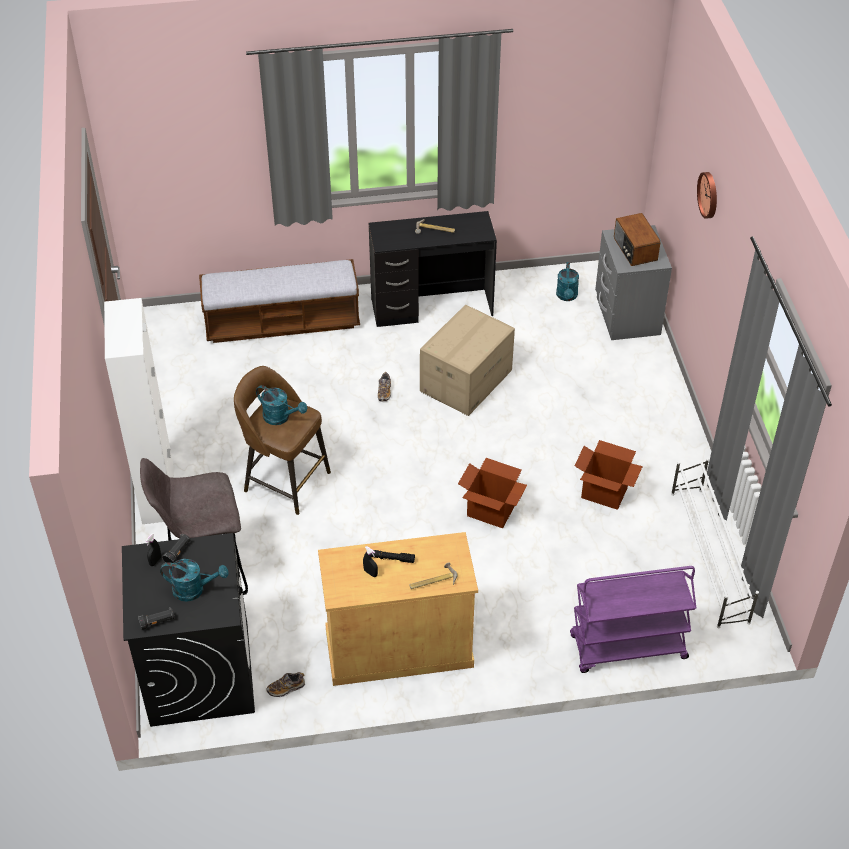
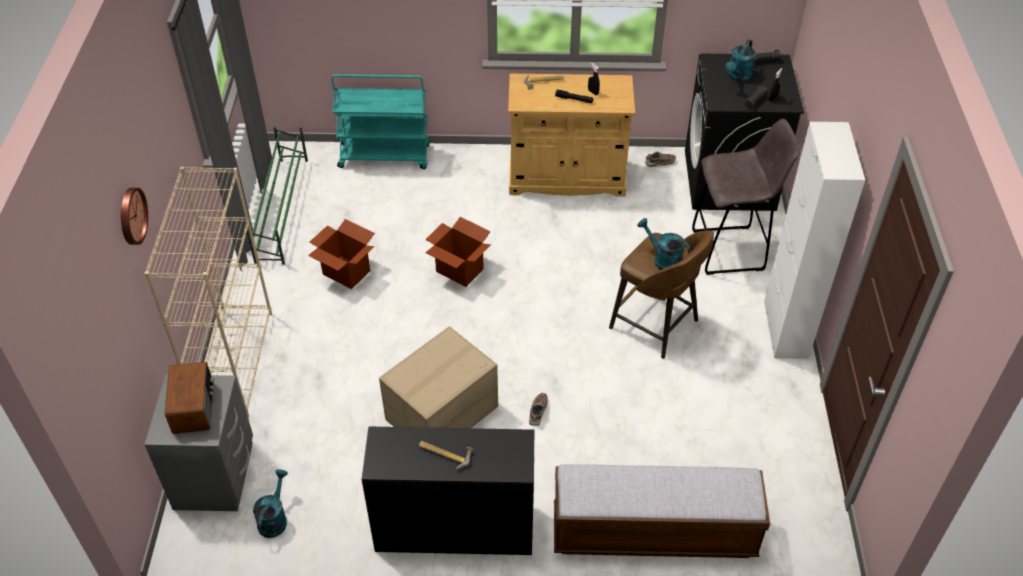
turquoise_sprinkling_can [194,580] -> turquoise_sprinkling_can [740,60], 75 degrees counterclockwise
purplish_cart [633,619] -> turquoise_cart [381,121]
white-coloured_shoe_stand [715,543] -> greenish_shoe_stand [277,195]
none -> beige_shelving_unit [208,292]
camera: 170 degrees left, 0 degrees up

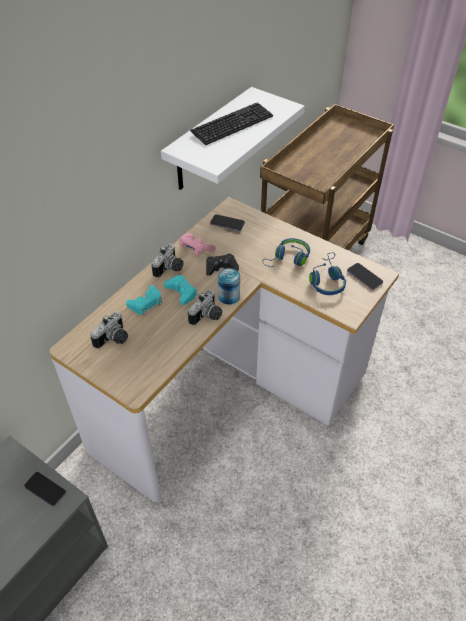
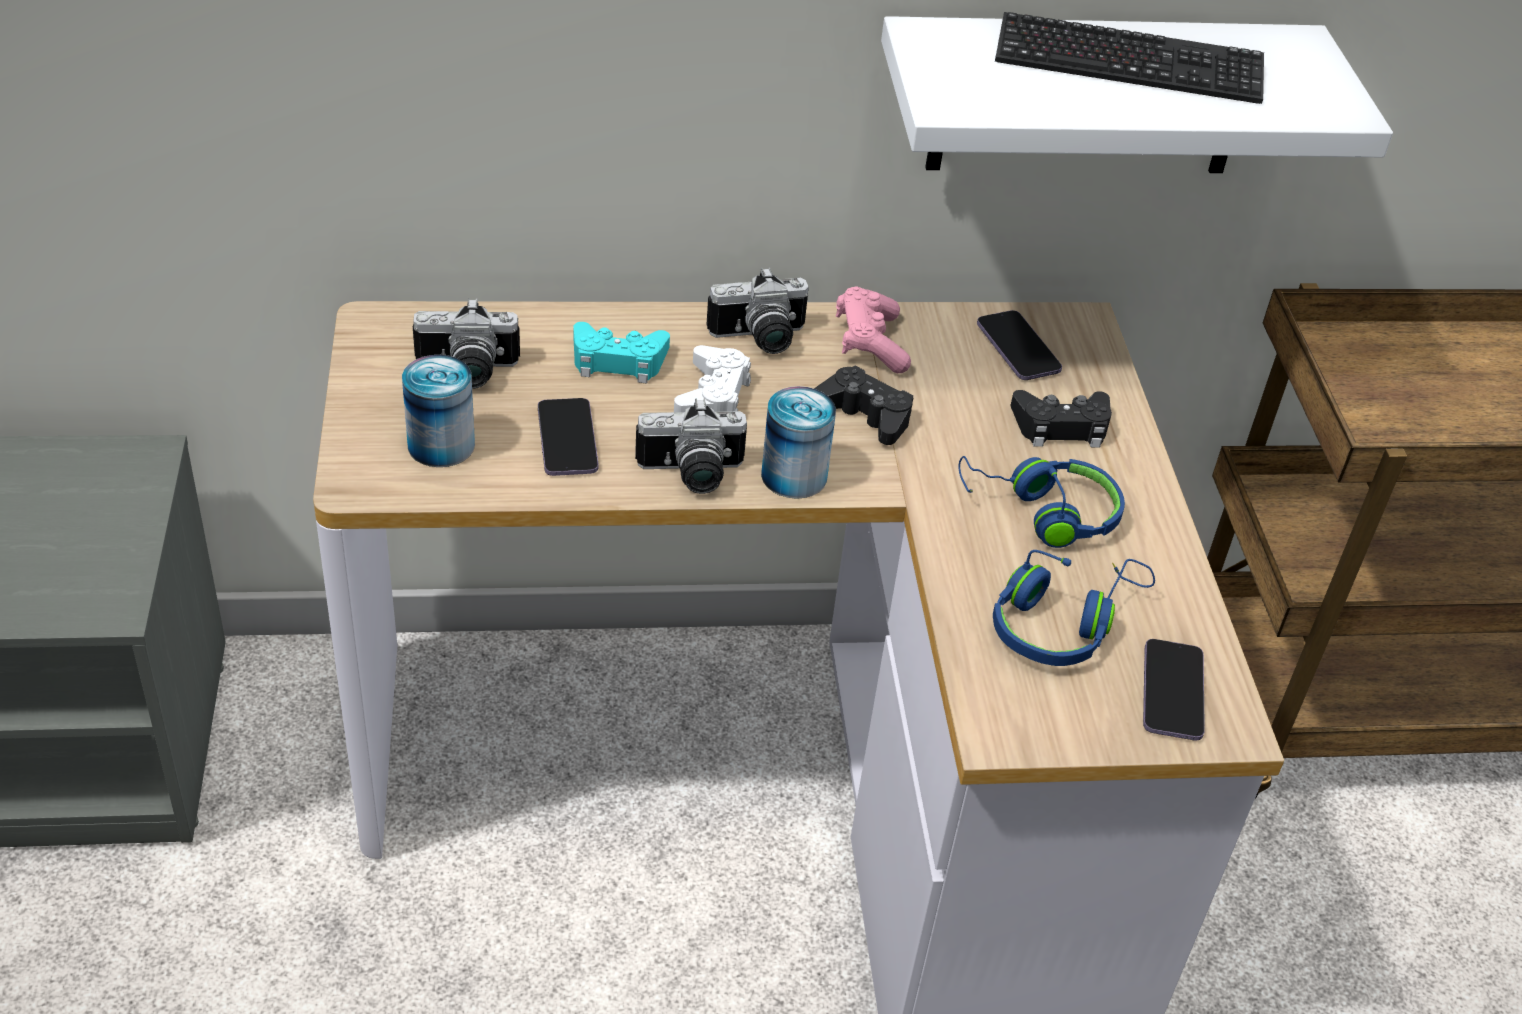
phone [45,489] -> phone [568,437], shifted
turquoise_gamepad [180,290] -> white-coloured_gamepad [712,378]
none -> can [438,411]
none -> blackish_gamepad [1061,419]
camera: 45 degrees right, 5 degrees down

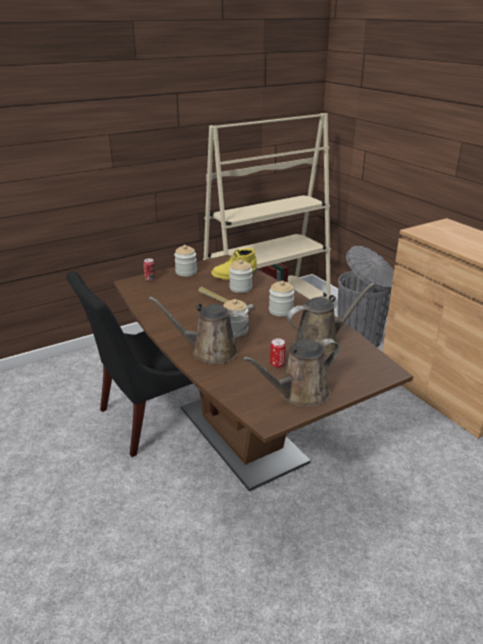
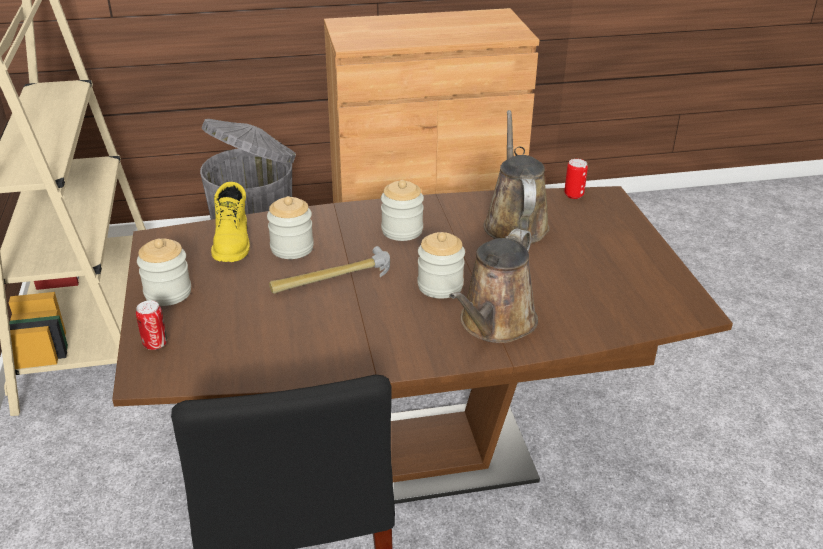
brown-coloured_sprinkling_can [291,372] -> none
can [278,353] -> can [576,179], shifted
camera: 70 degrees left, 5 degrees up

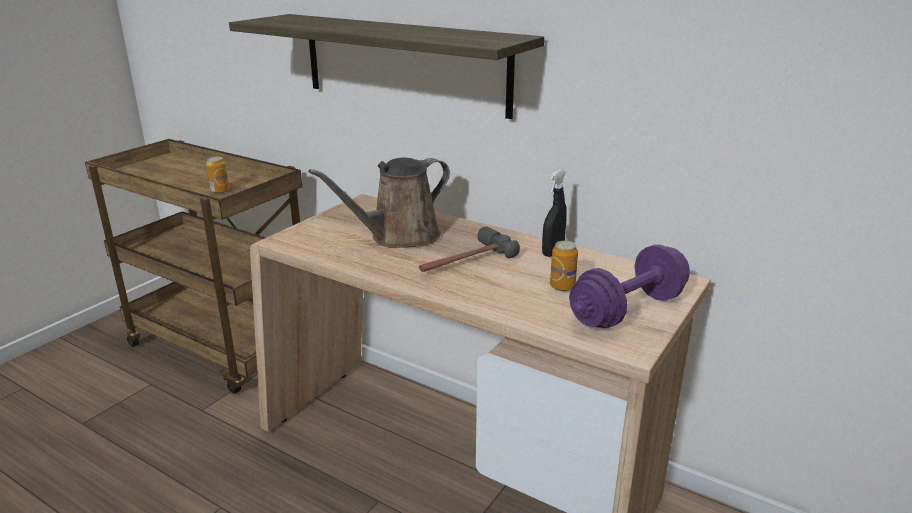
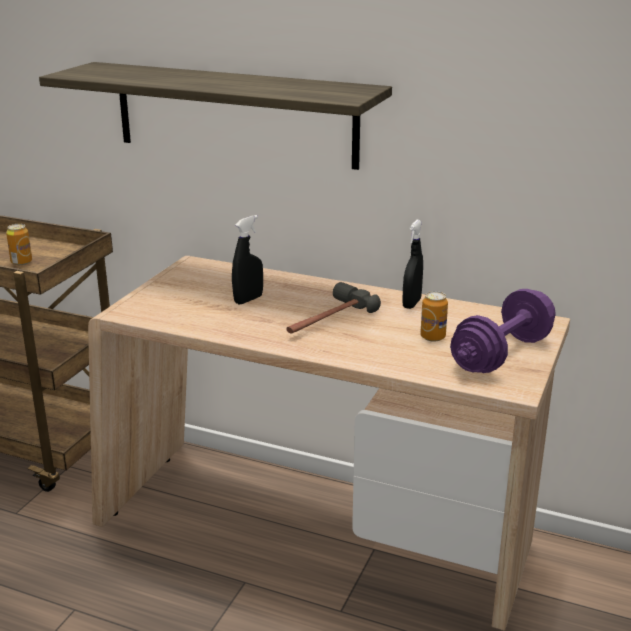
brown-coloured_sprinkling_can [379,203] -> blackish_hand_sprayer [247,259]
camera: 10 degrees left, 0 degrees up

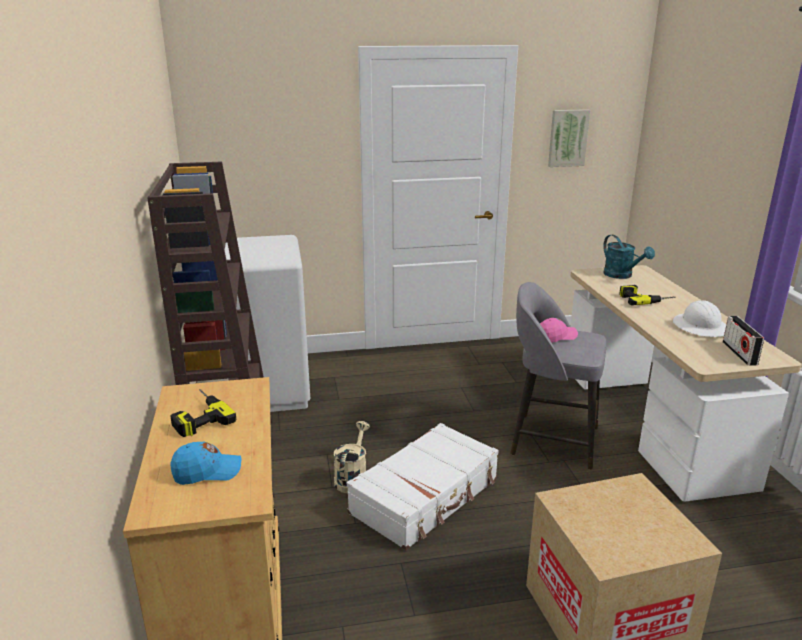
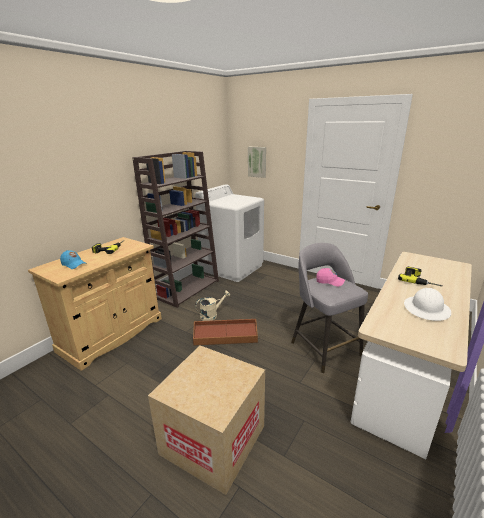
white-coloured_piece_of_luggage [423,486] -> brown-coloured_storage_bin [225,332]
wall_art [569,138] -> wall_art [257,162], shifted
turquoise_sprinkling_can [629,257] -> none
radio_receiver [743,341] -> none
camera: 45 degrees right, 0 degrees up

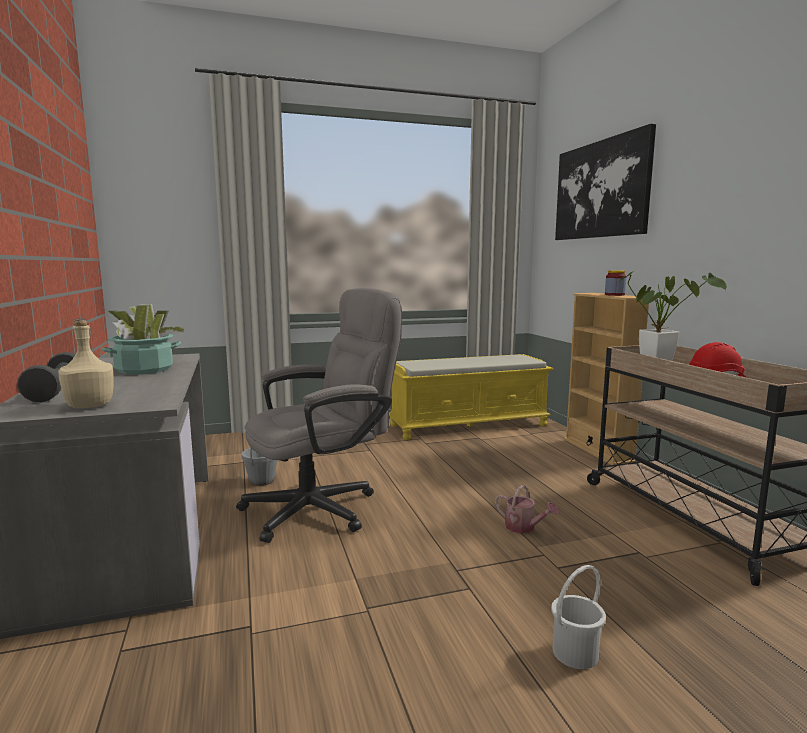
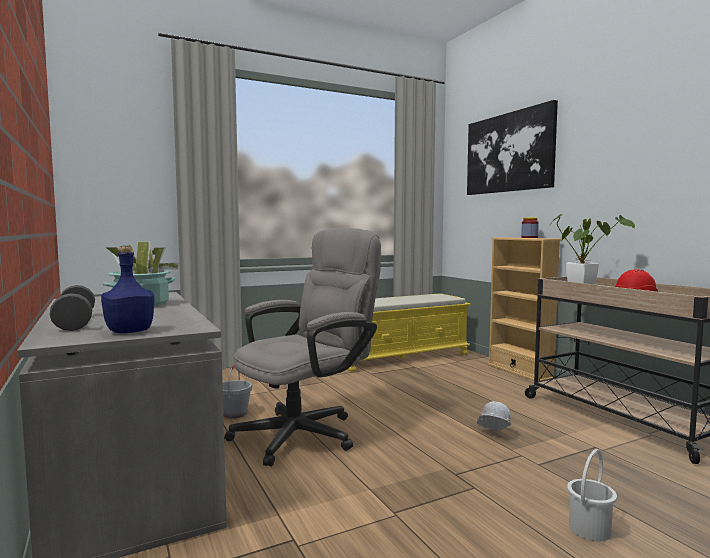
beige_bottle [85,363] -> bluish_bottle [127,289]
sprinkling_can [527,509] -> white-coloured_work_helmet [494,416]
camera: 10 degrees left, 5 degrees down

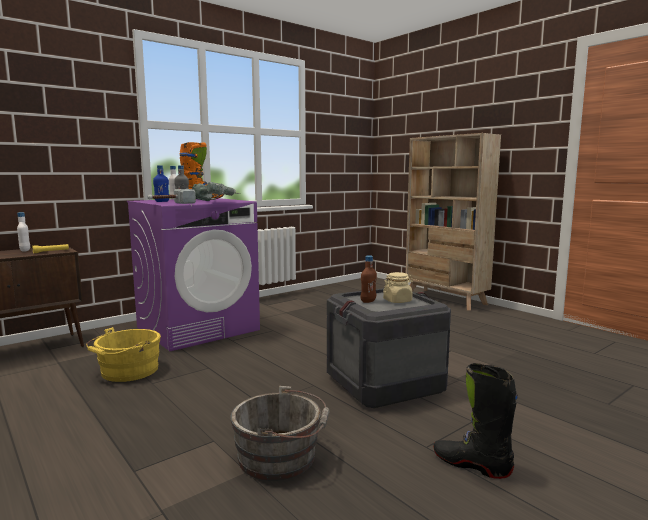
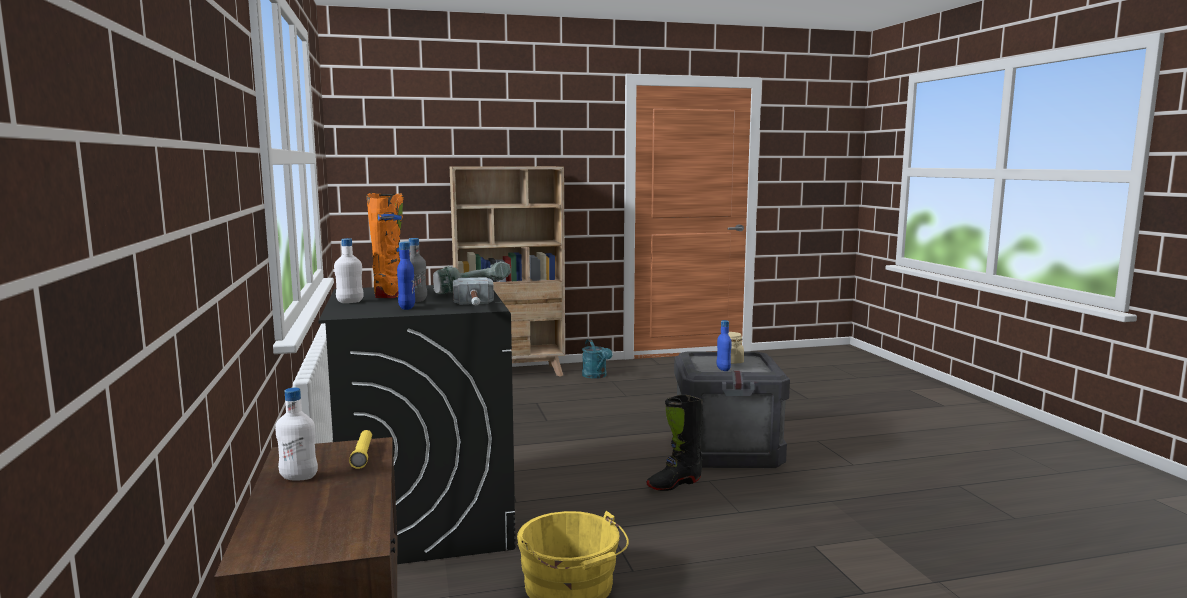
purplish_laundry_machine [193,274] -> blackish_laundry_machine [417,424]
greyish_pail [280,433] -> none
brown-coloured_bottle [369,279] -> bluish_bottle [724,345]
blackish_tall_boot [475,421] -> blackish_tall_boot [674,443], shifted
none -> turquoise_sprinkling_can [597,359]
camera: 65 degrees left, 0 degrees up

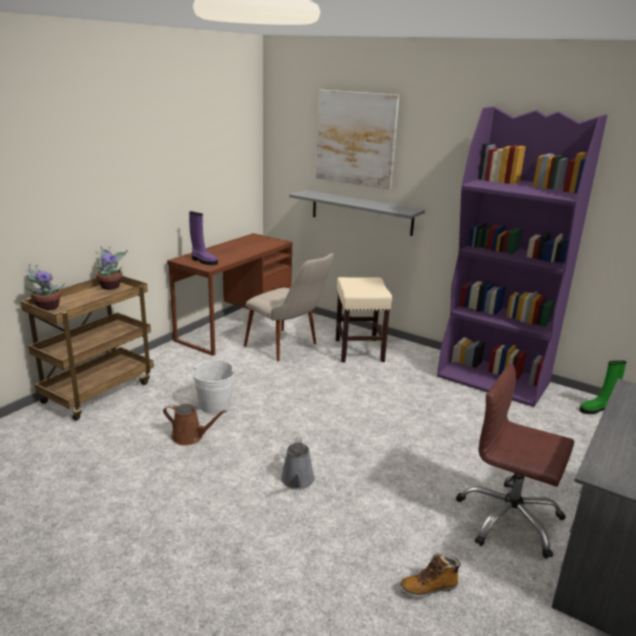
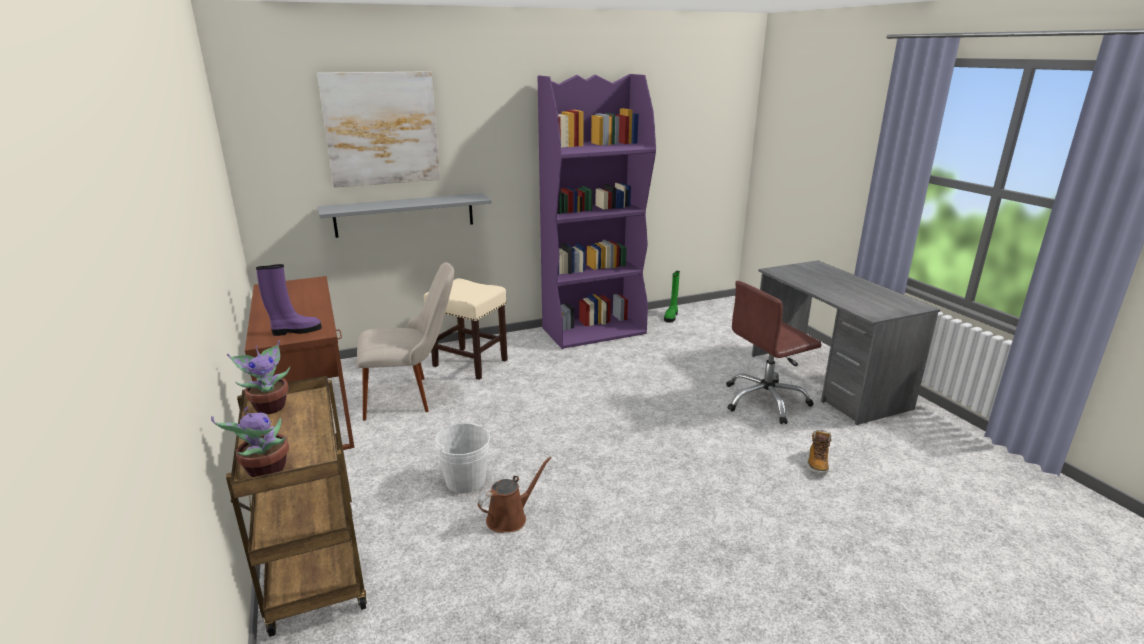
greyish_sprinkling_can [298,463] -> none
camera: 55 degrees left, 0 degrees up

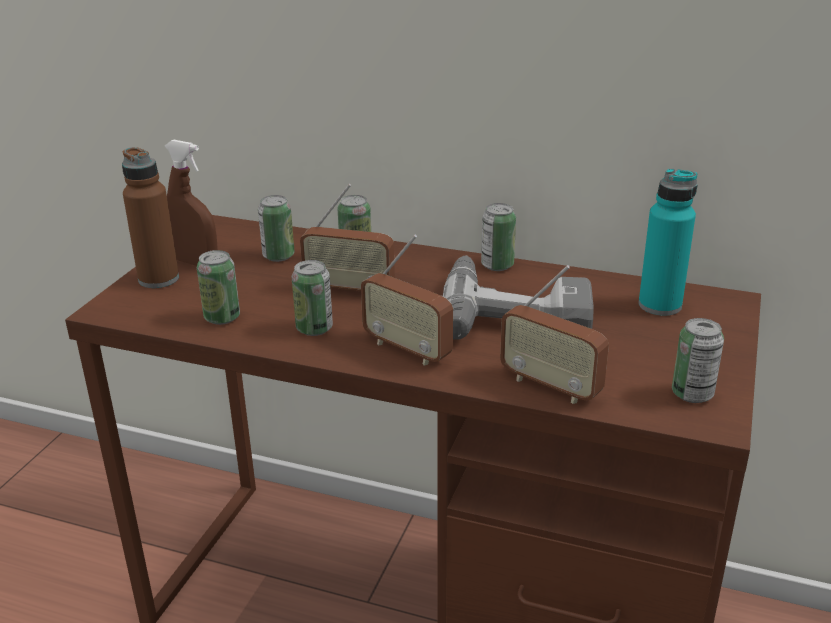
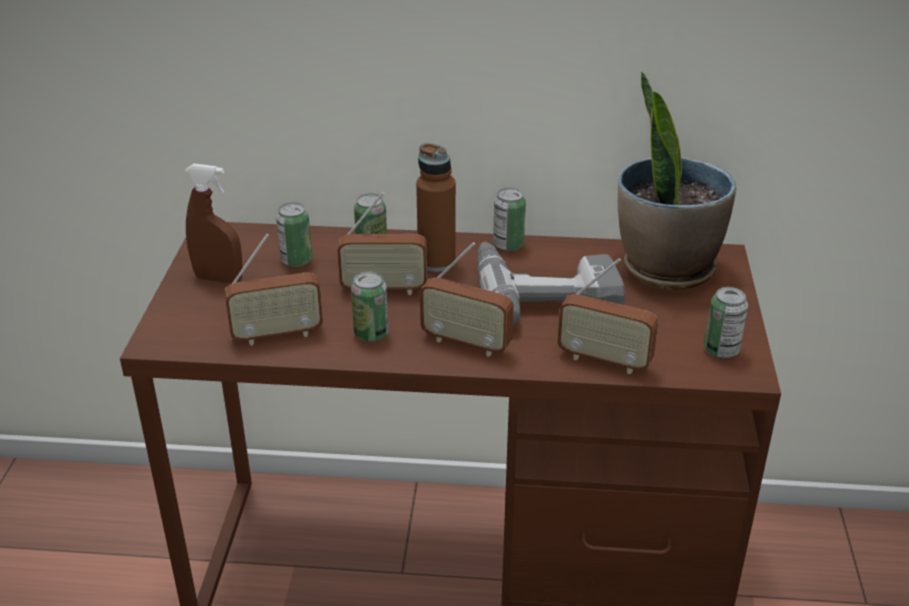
brown-coloured_bottle [150,217] -> brown-coloured_bottle [436,207], shifted
can [218,287] -> radio_receiver [273,289]
turquoise_bottle [668,242] -> potted_plant [677,180]
camera: 15 degrees left, 5 degrees up

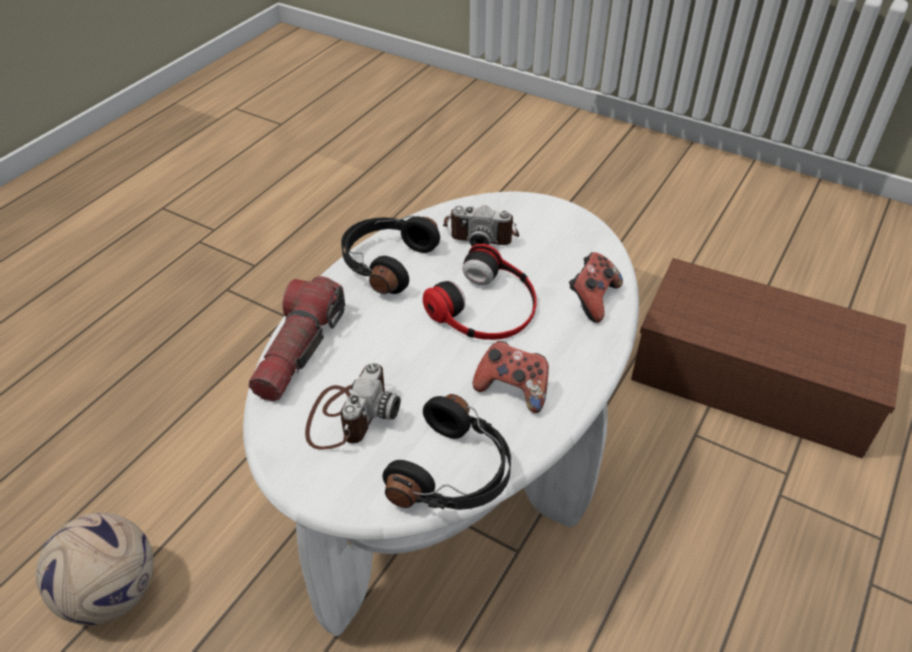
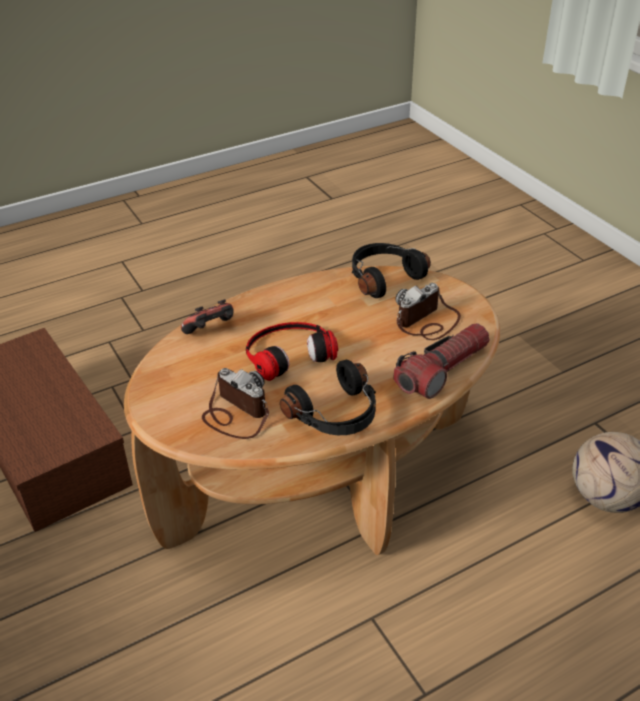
white-coloured_coffee_table [441,414] -> brown-coloured_coffee_table [312,410]
gamepad [511,377] -> none
camera: 150 degrees left, 5 degrees down

